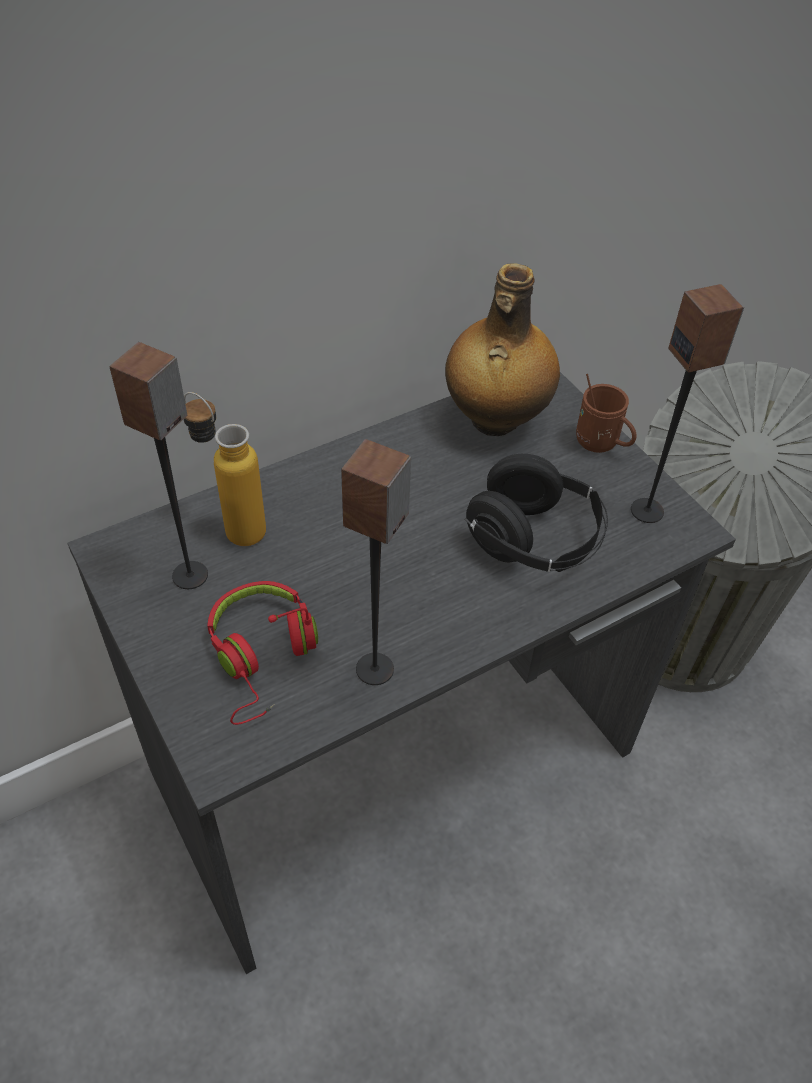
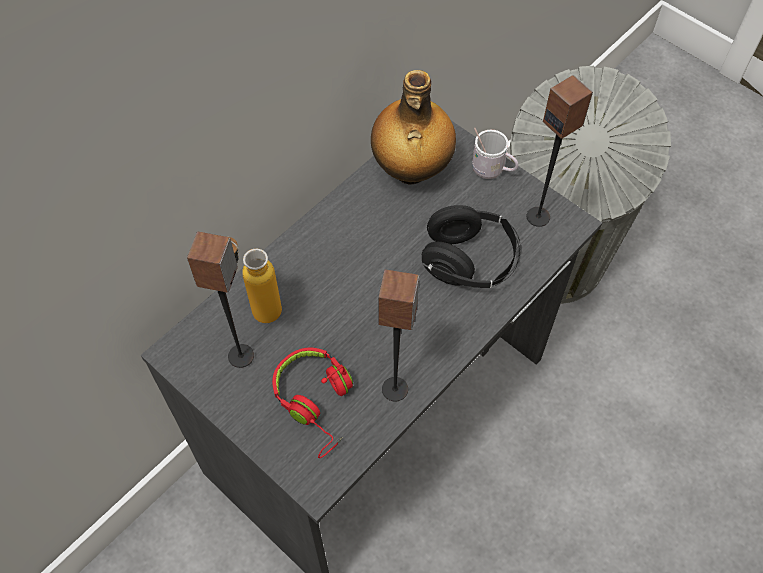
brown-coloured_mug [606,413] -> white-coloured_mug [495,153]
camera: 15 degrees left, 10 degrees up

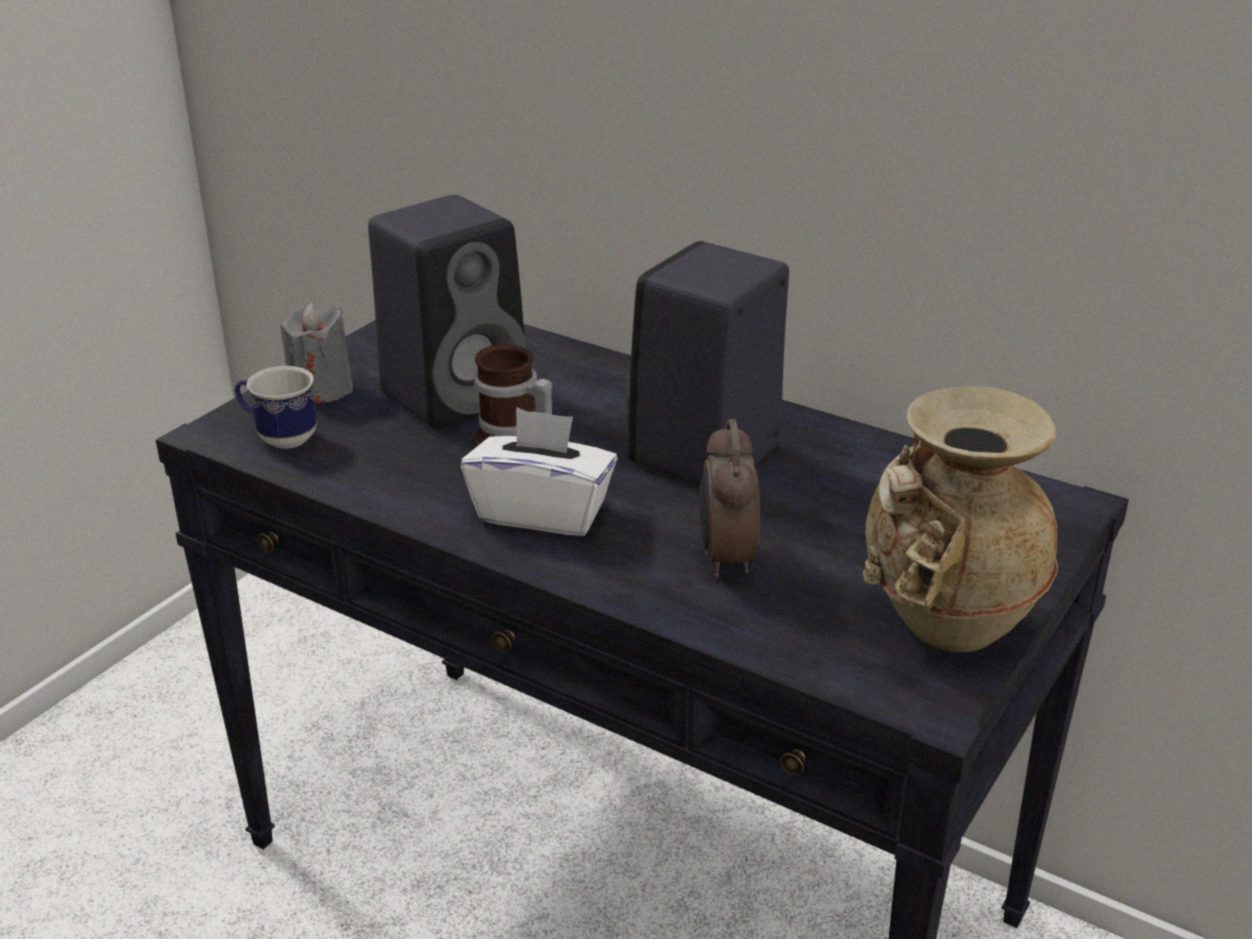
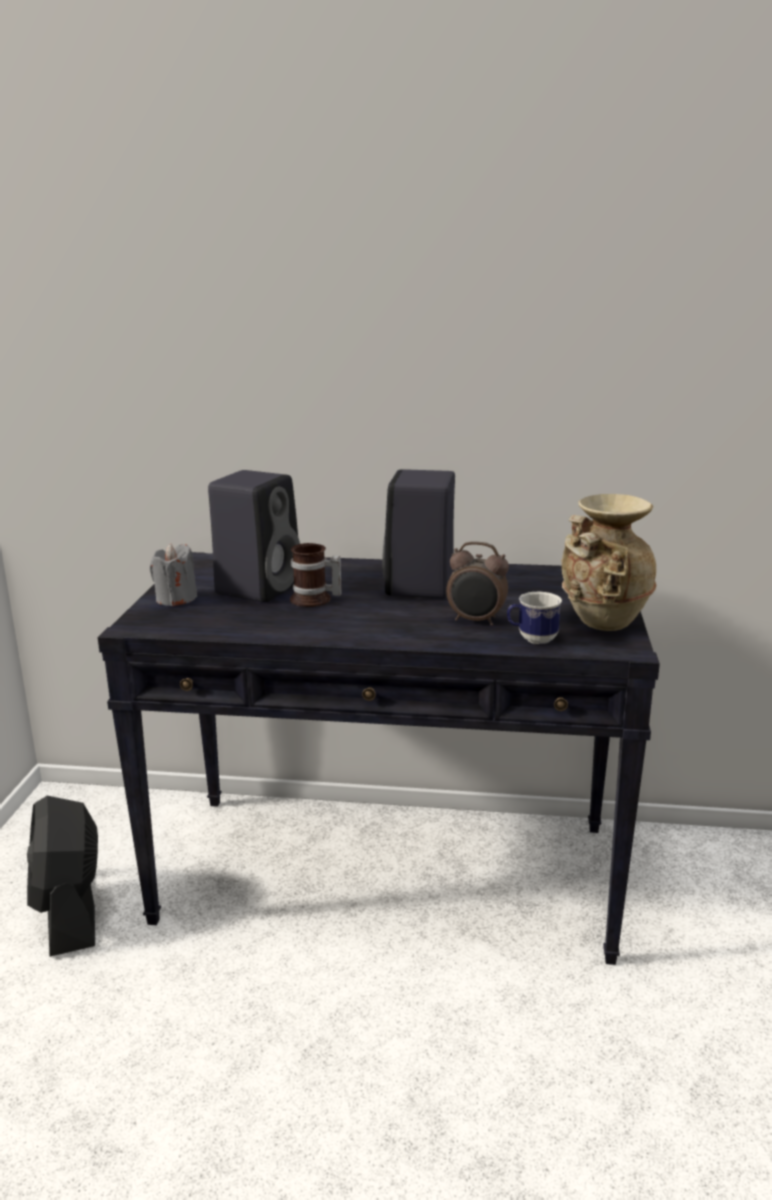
mug [276,407] -> mug [534,618], shifted
white-coloured_tissue_holder [539,471] -> none
table_clock [730,498] -> table_clock [477,583], 45 degrees counterclockwise
none -> blackish_cooling_fan [62,876]
camera: 25 degrees left, 10 degrees down

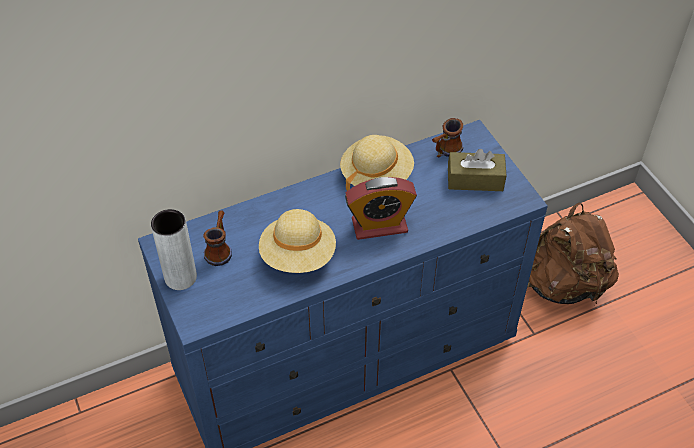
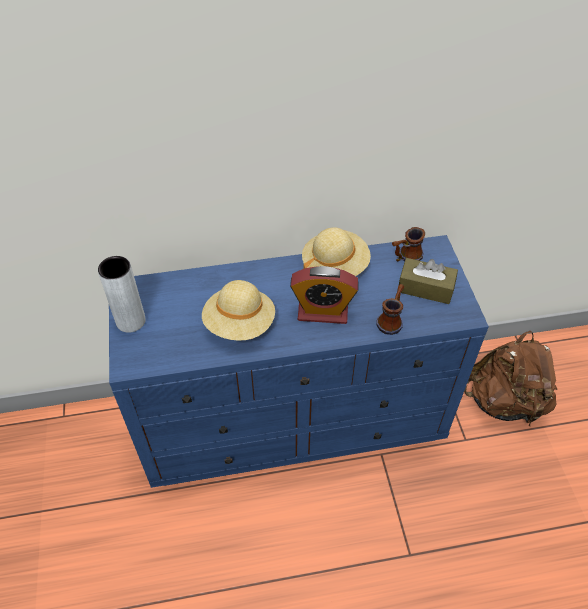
mug [217,238] -> mug [390,309], shifted
camera: 15 degrees right, 0 degrees up

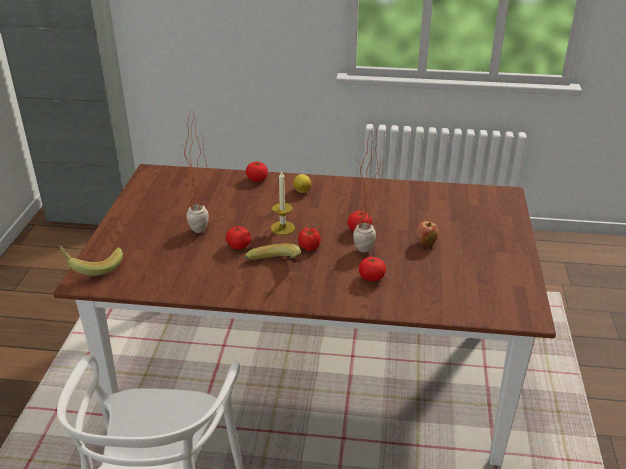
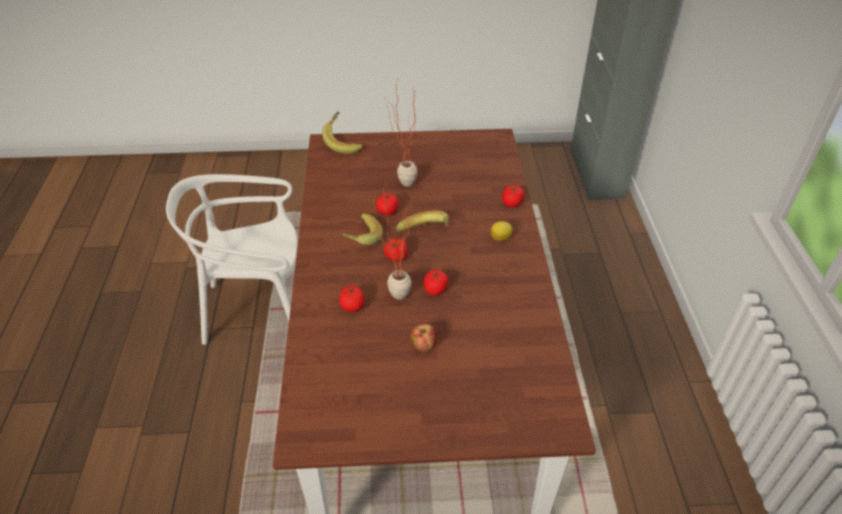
wax_candle [283,202] -> whole_banana [422,221]
camera: 80 degrees right, 10 degrees up

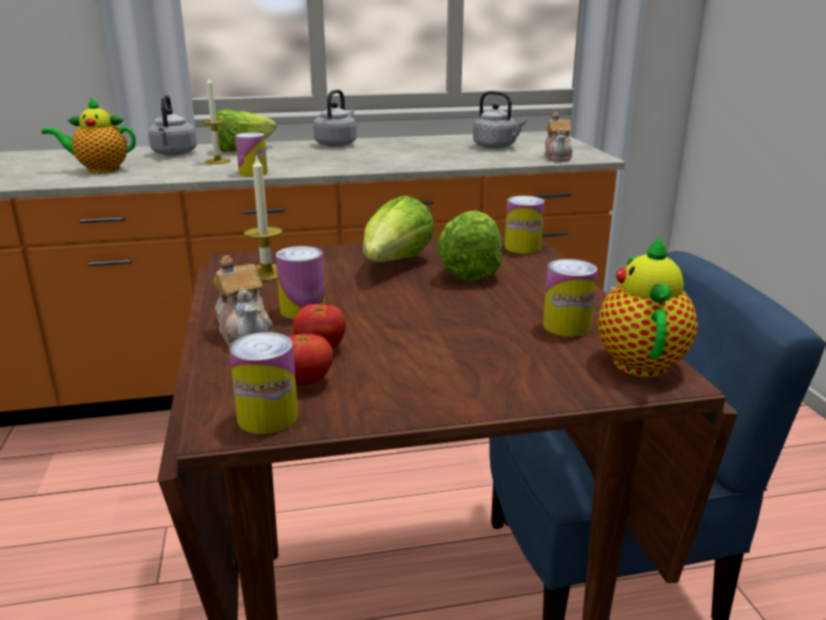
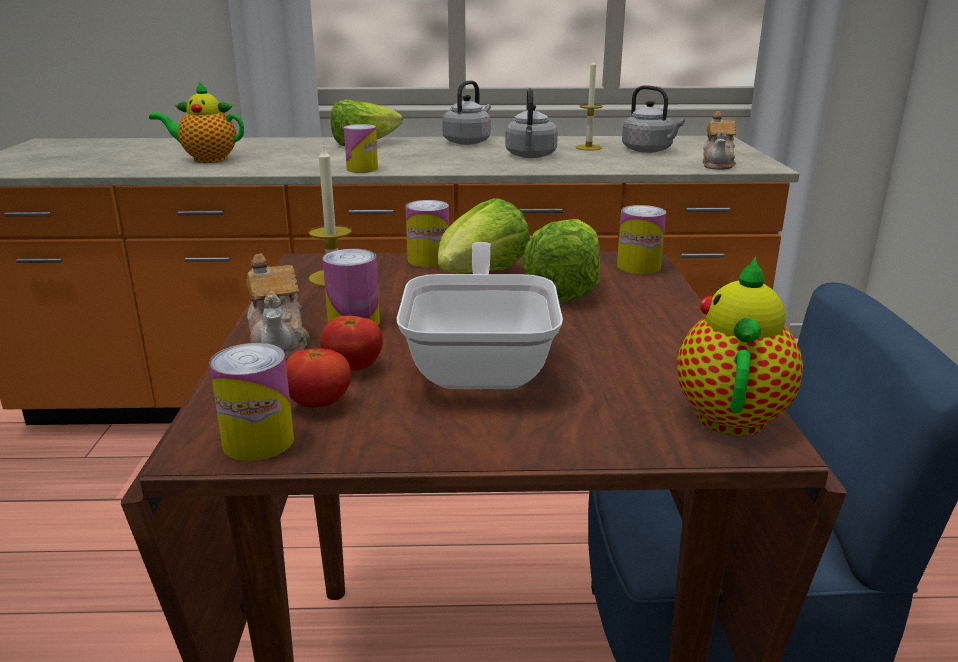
greyish_water_kettle [172,125] -> greyish_water_kettle [531,123], shifted
wax_candle [216,120] -> wax_candle [589,105], shifted
can [570,298] -> can [427,233], shifted
none -> pan [479,315]
camera: 10 degrees right, 0 degrees up

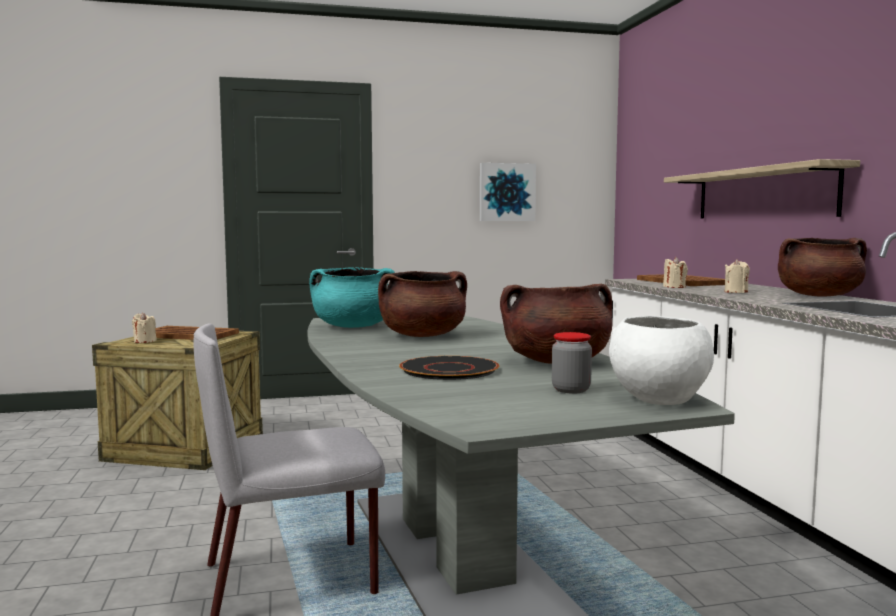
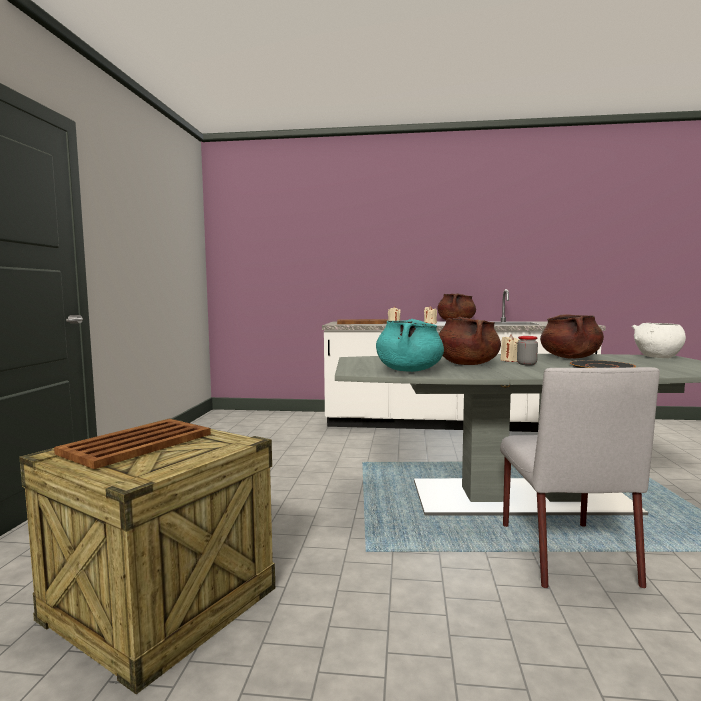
beige_wax_candle [144,327] -> beige_wax_candle [510,348], shifted
wall_art [508,192] -> none
storage_jar [572,363] -> storage_jar [527,350], shifted
bracket_shelf [762,188] -> none
camera: 70 degrees left, 0 degrees up

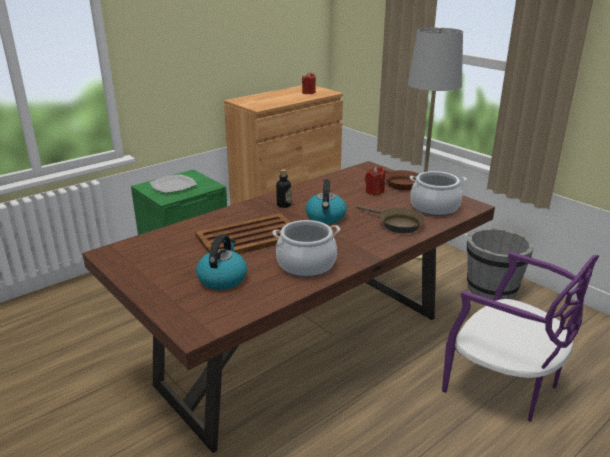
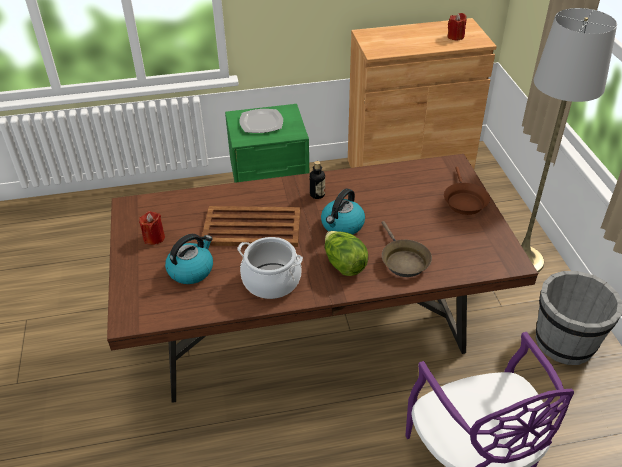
red-coloured_wax_candle [375,181] -> red-coloured_wax_candle [152,228], shifted
saucepot [438,193] -> none
none -> lettuce_head [346,253]
camera: 30 degrees right, 15 degrees up

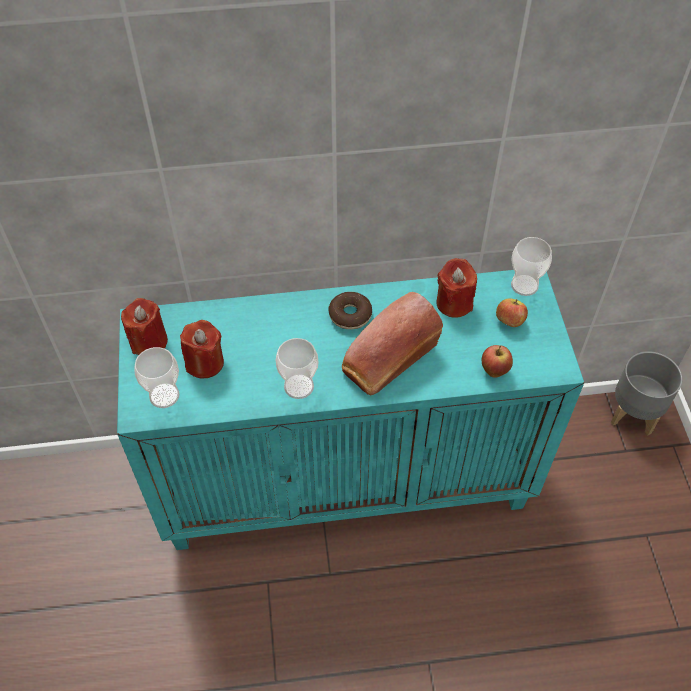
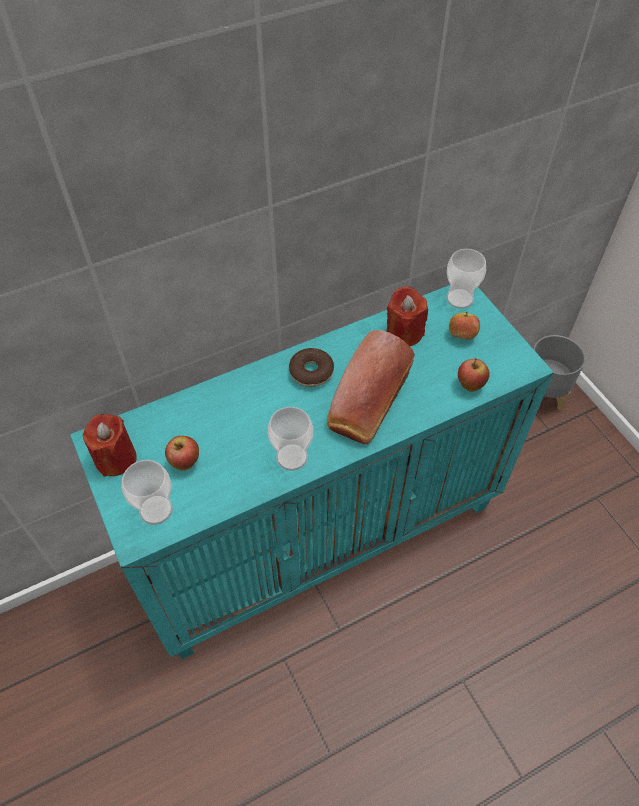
red-coloured_wax_candle [202,349] -> apple_fruit [182,453]
camera: 20 degrees left, 0 degrees up

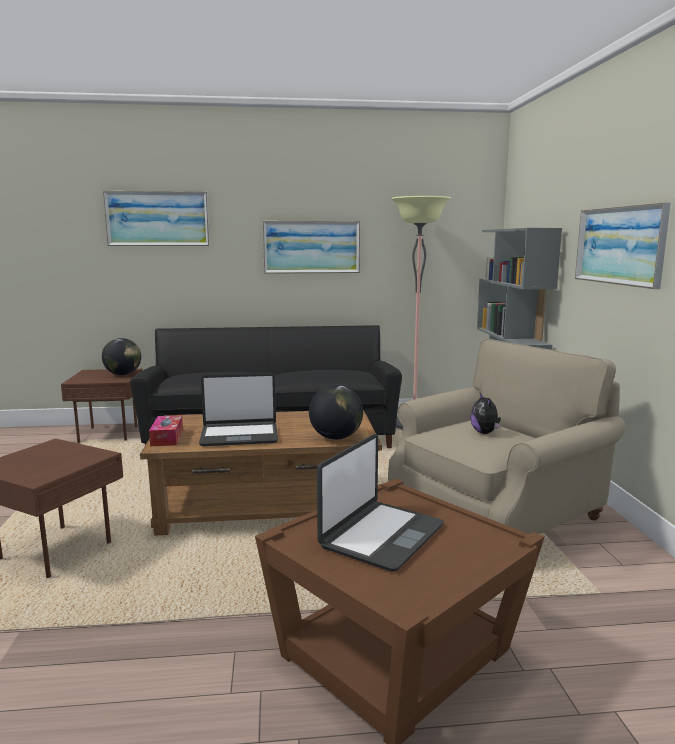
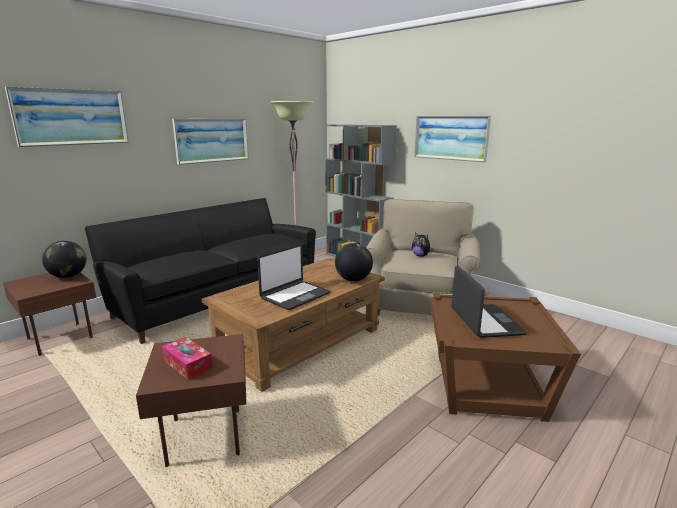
tissue_holder [166,430] -> tissue_holder [187,358], shifted
camera: 40 degrees left, 5 degrees up

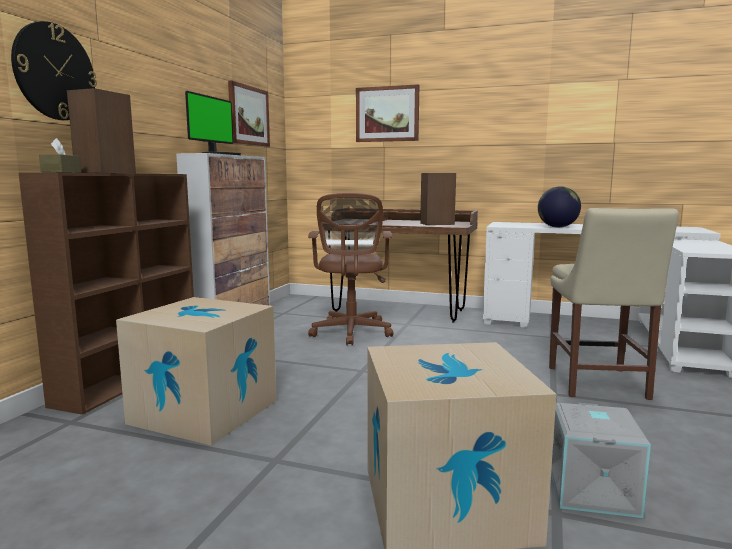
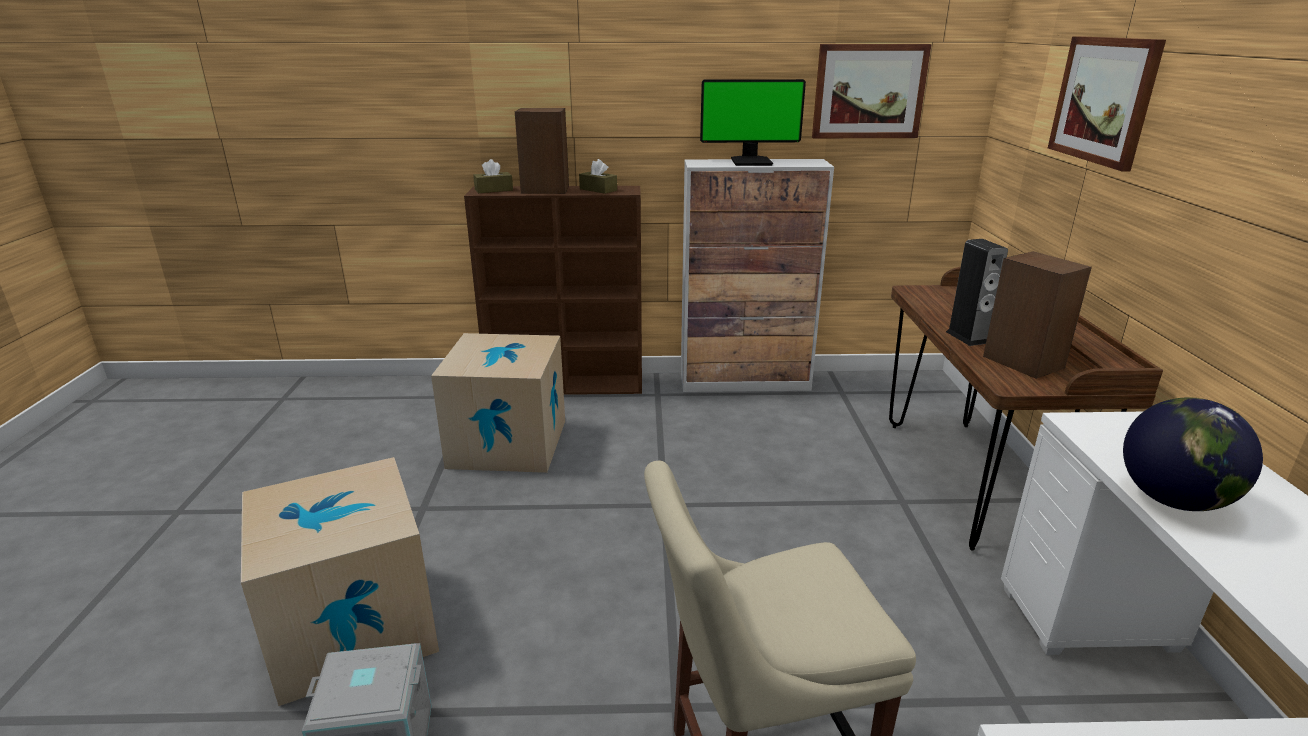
hanging_clock [54,70] -> none
brown-coloured_computer_chair [351,269] -> none
none -> brown-coloured_tissue_holder [598,176]
none -> audio_speaker [977,292]
camera: 70 degrees right, 15 degrees up

